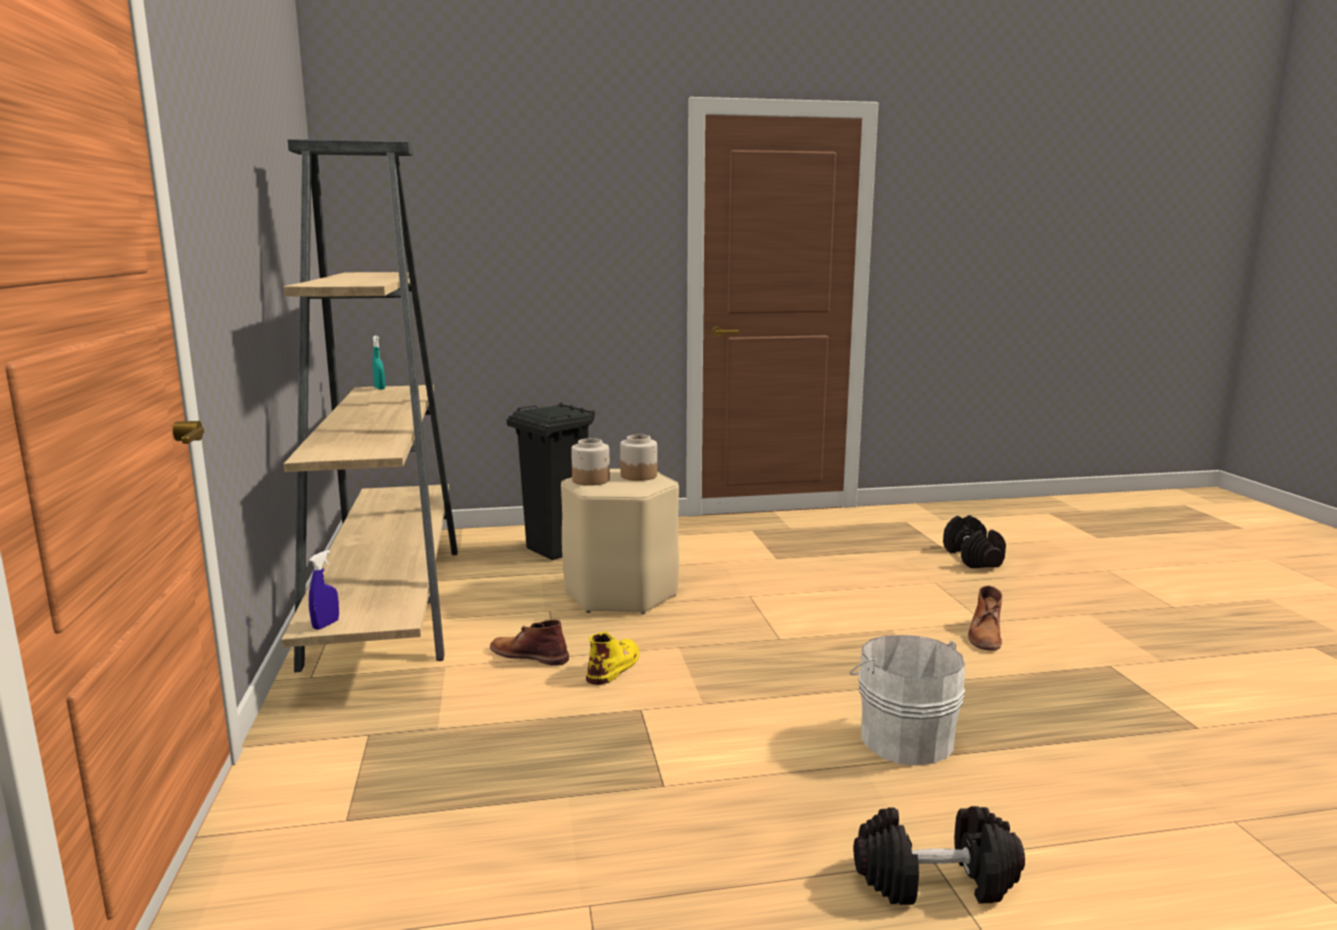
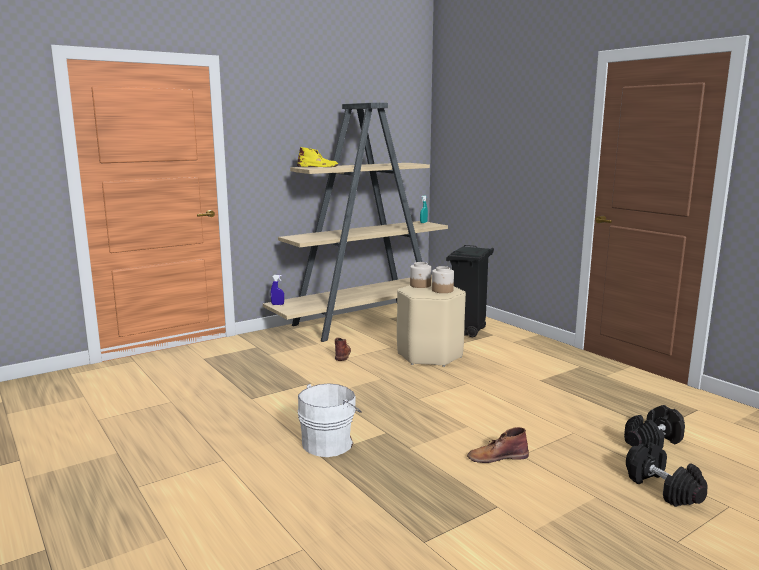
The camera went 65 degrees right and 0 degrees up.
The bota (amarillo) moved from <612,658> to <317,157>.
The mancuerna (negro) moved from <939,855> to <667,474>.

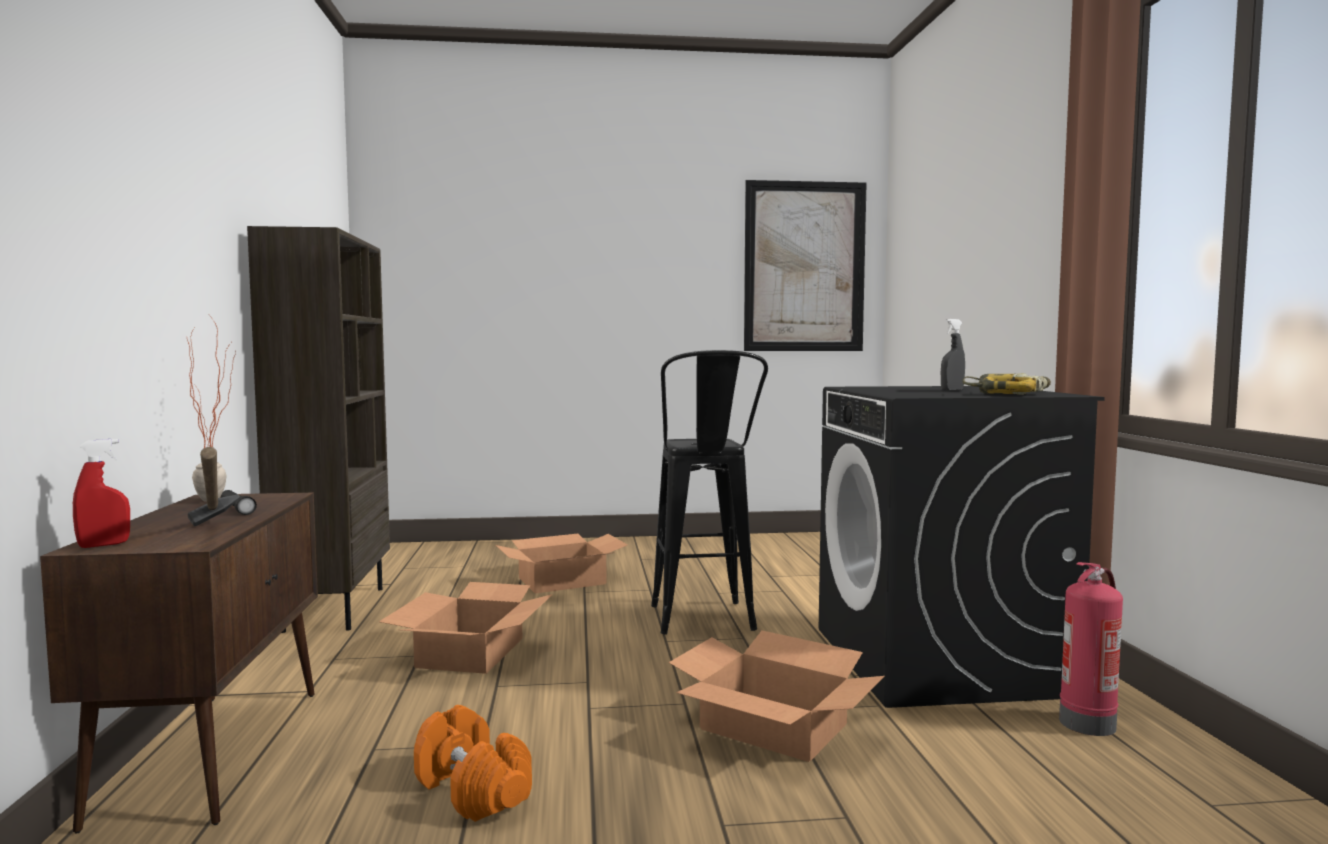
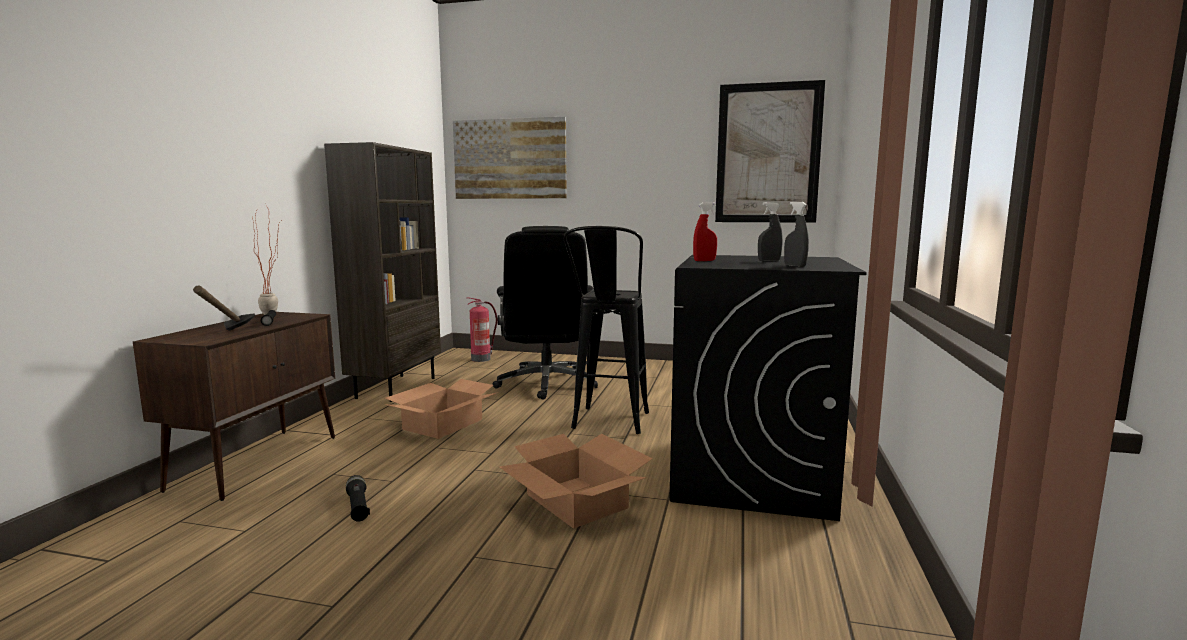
The camera went 20 degrees right and 5 degrees up.
The taladro at <1006,384> was replaced by the pulverizador (gris) at <796,234>.
The pulverizador (rojo) moved from <101,493> to <705,231>.
The caja de cartón at <561,564> was replaced by the silla de oficina (negro) at <545,313>.
The extintor moved from <1091,649> to <482,329>.
The mancuerna (naranja) at <473,763> was replaced by the linterna (negro) at <358,498>.
The cuadro at <510,158> appeared.

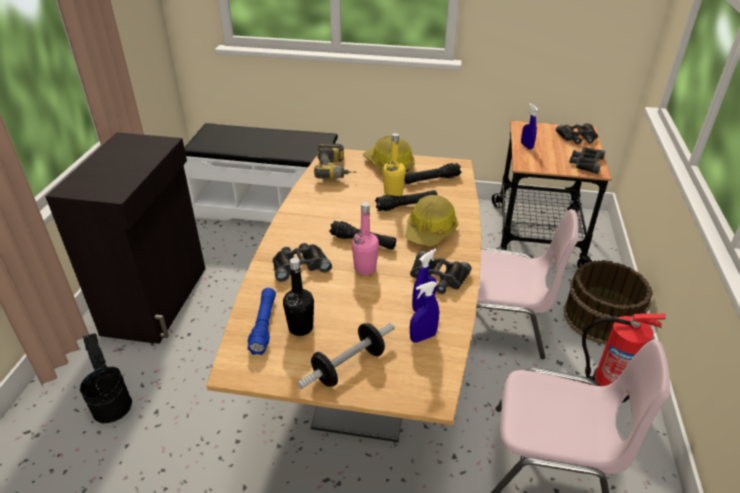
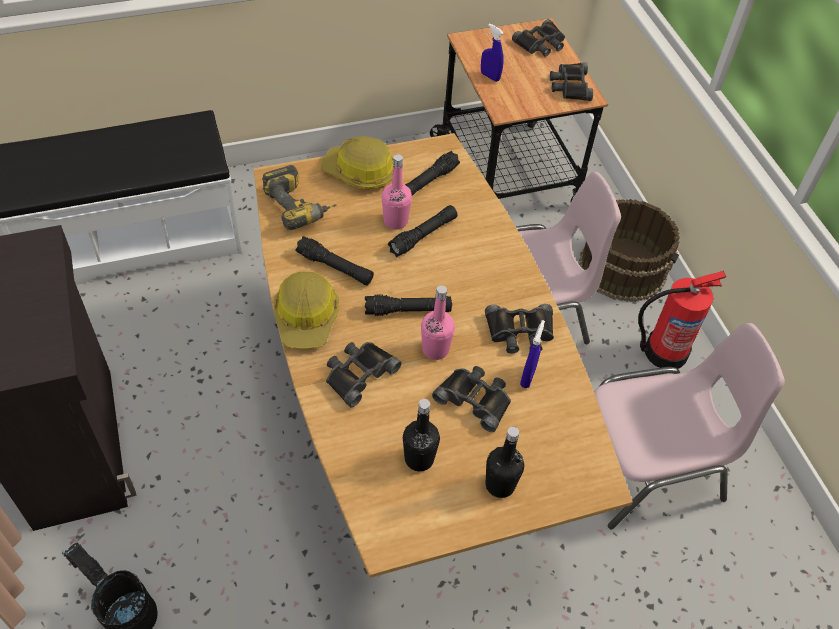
The camera went 30 degrees left and 15 degrees up.
The botella (amarillo) at <394,164> became the botella (rosa) at <397,191>.
The casco moved from <431,220> to <306,310>.
The pulverizador (azul) at <424,312> disappeared.
The linterna (azul) at <261,321> disappeared.
The mancuerna at <346,356> was replaced by the botella (negro) at <505,462>.
The linterna (negro) at <334,260> appeared.
The prismáticos (negro) at <471,399> appeared.

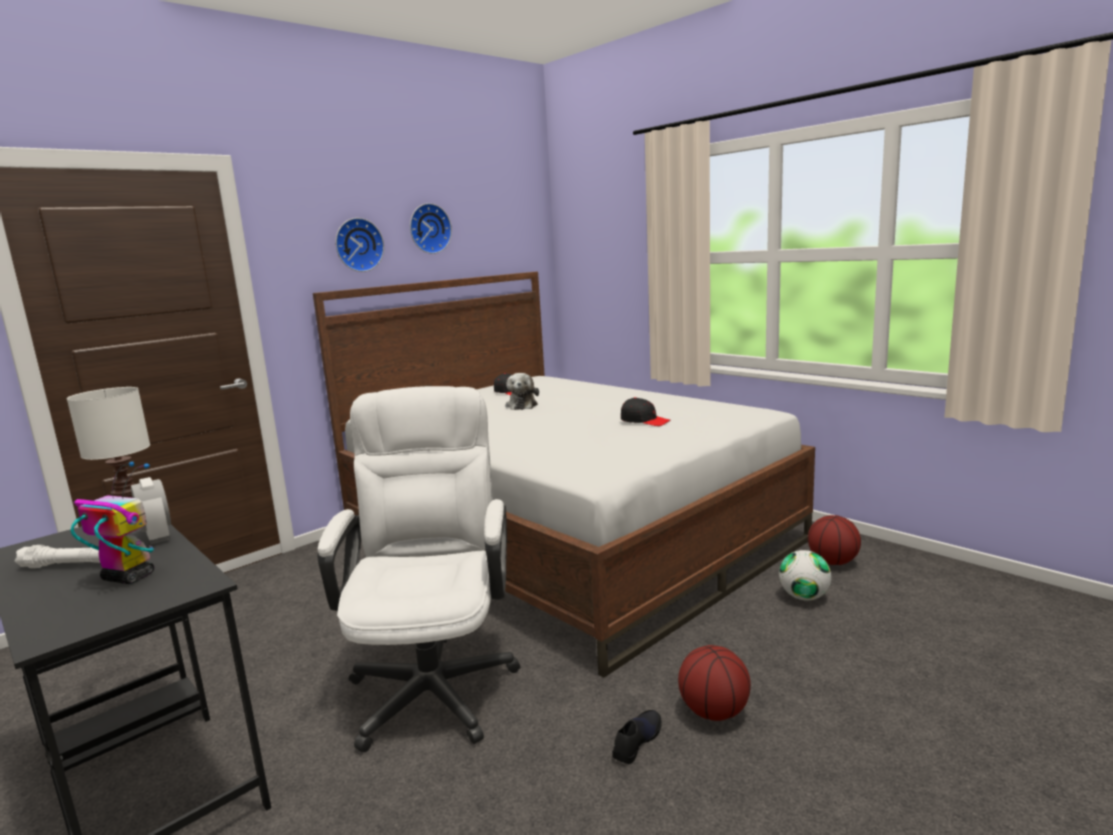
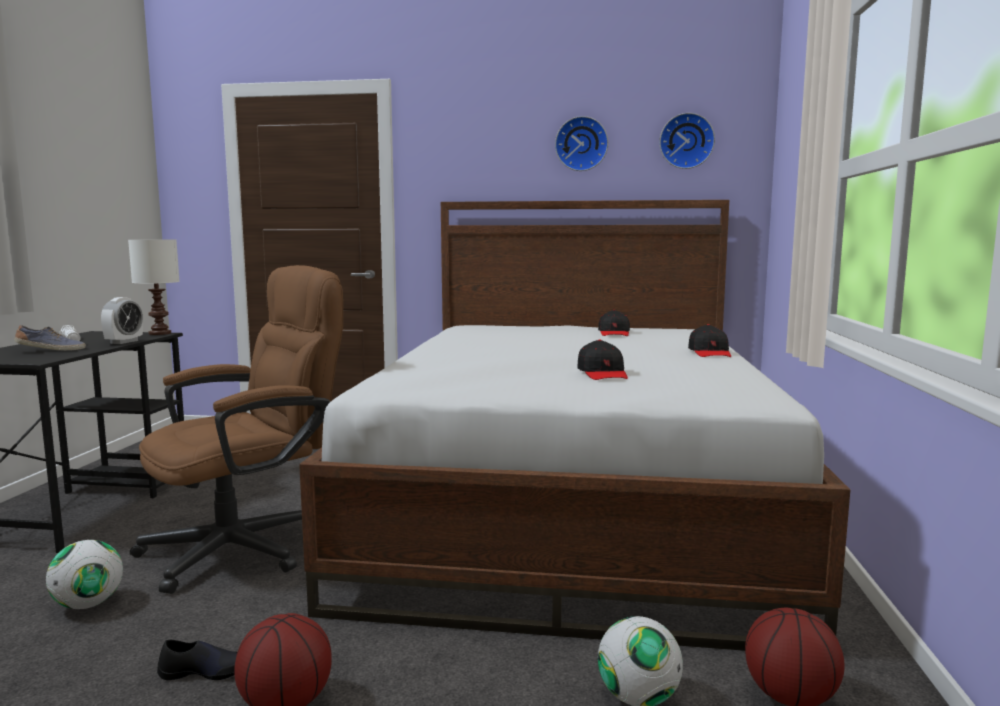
The camera went 50 degrees right and 5 degrees down.
The reloj de pared moved from <359,245> to <687,141>.
The peluche at <522,391> disappeared.
The silla de oficina (blanco) at <419,569> became the silla de oficina (marrón) at <236,429>.
The robot de juguete at <112,523> was replaced by the zapato at <50,338>.
The gorra (negro) at <709,340> appeared.
The balón de fútbol at <84,574> appeared.

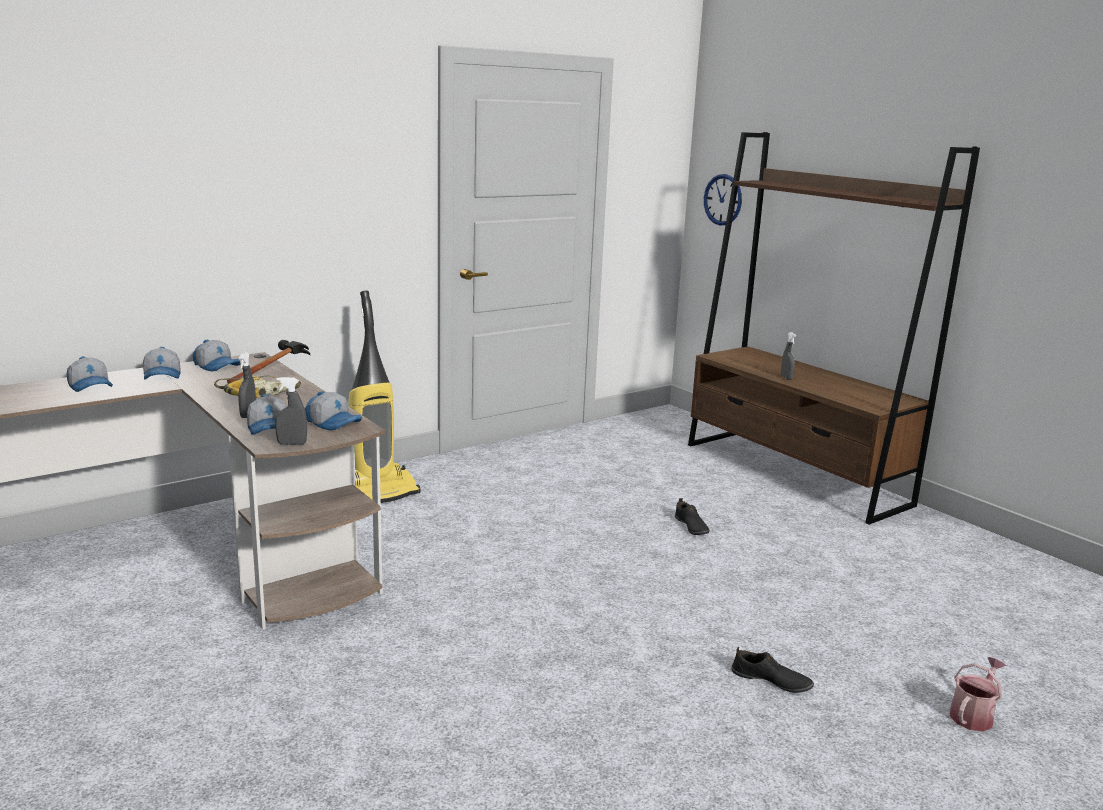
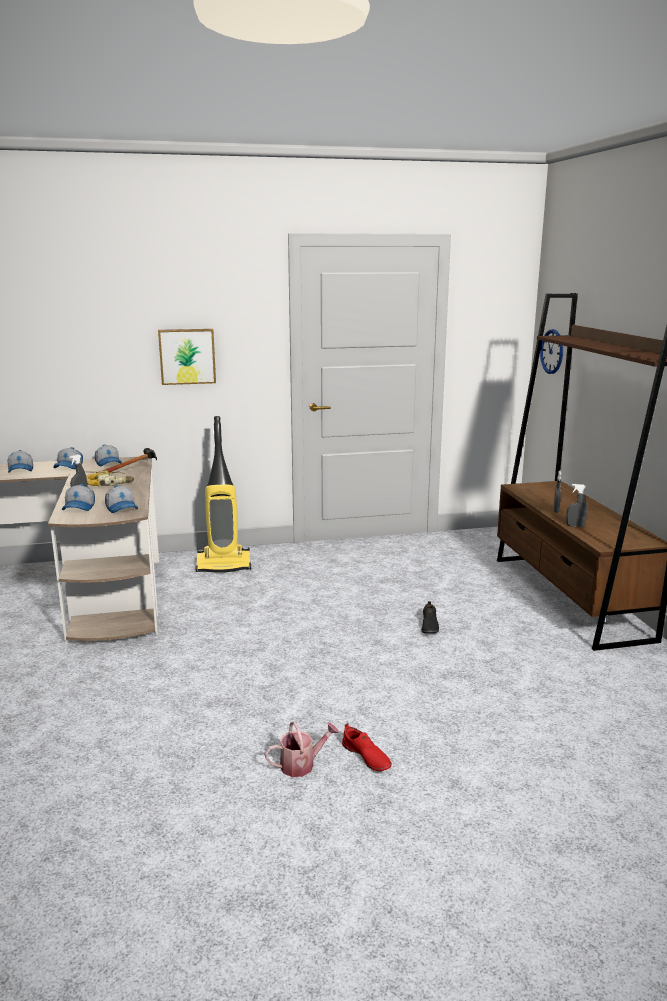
The camera went 25 degrees right and 0 degrees up.
The pulverizador (gris) moved from <291,411> to <576,505>.
The zapato (negro) at <773,670> became the zapato (rojo) at <367,747>.
The regadera moved from <978,694> to <302,749>.
The cuadro at <187,357> appeared.

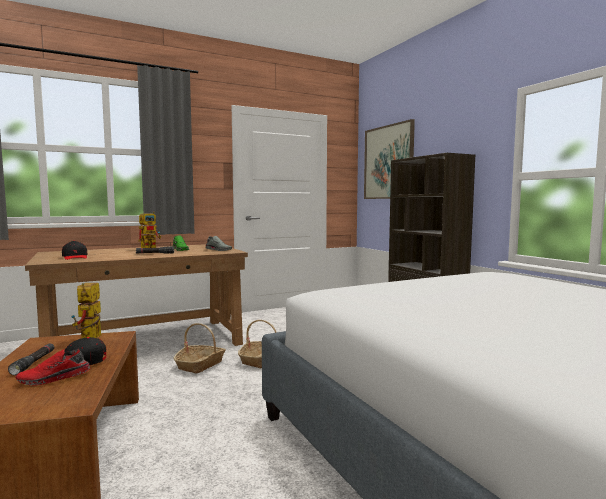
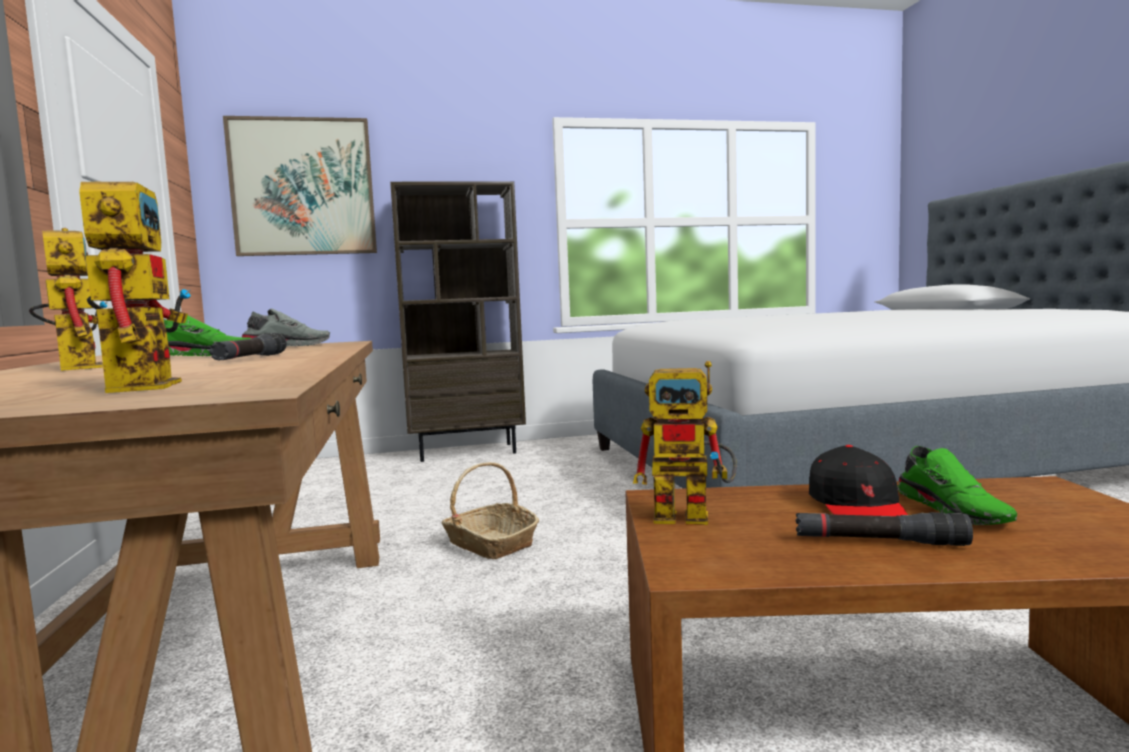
The camera went 75 degrees left and 0 degrees up.
The gorra (negro) at <75,250> was replaced by the robot de juguete at <135,287>.
The cesta at <200,348> disappeared.
The zapato (rojo) at <53,367> became the zapato (verde) at <957,485>.

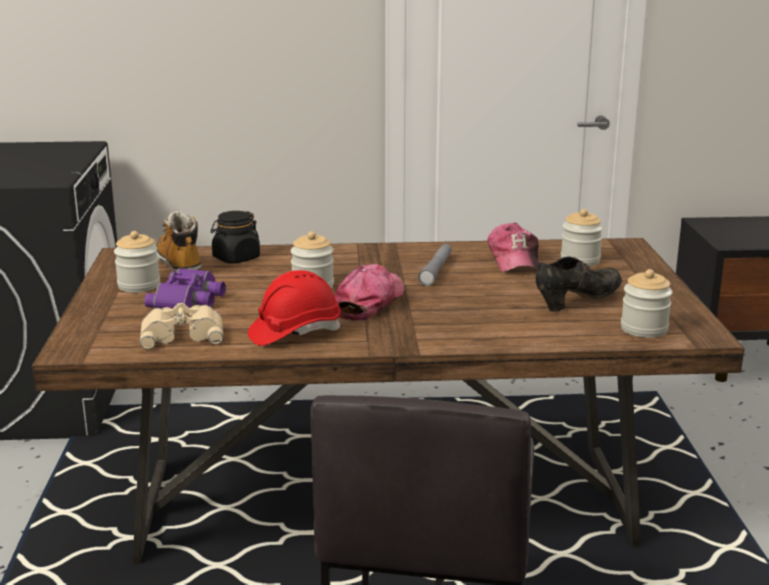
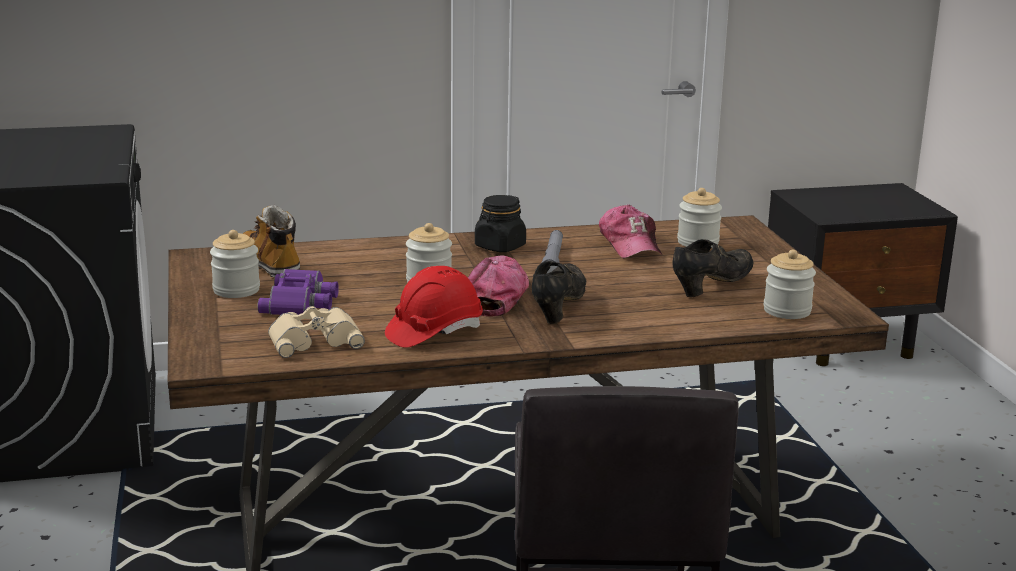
The camera went 10 degrees left and 0 degrees up.
The tarro (negro) moved from <235,237> to <500,223>.
The zapato (negro) at <559,292> appeared.

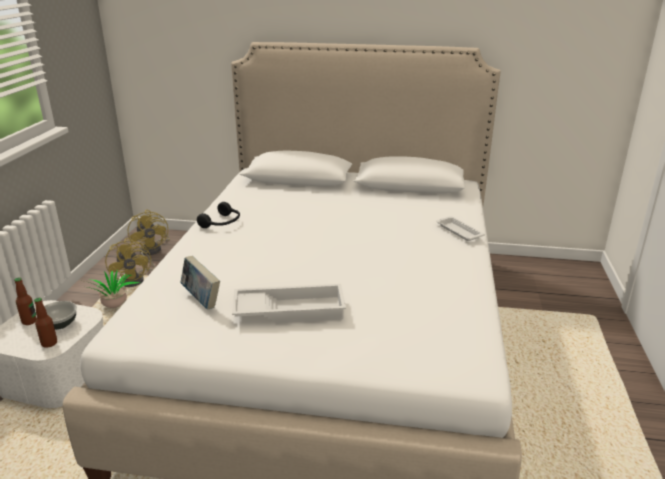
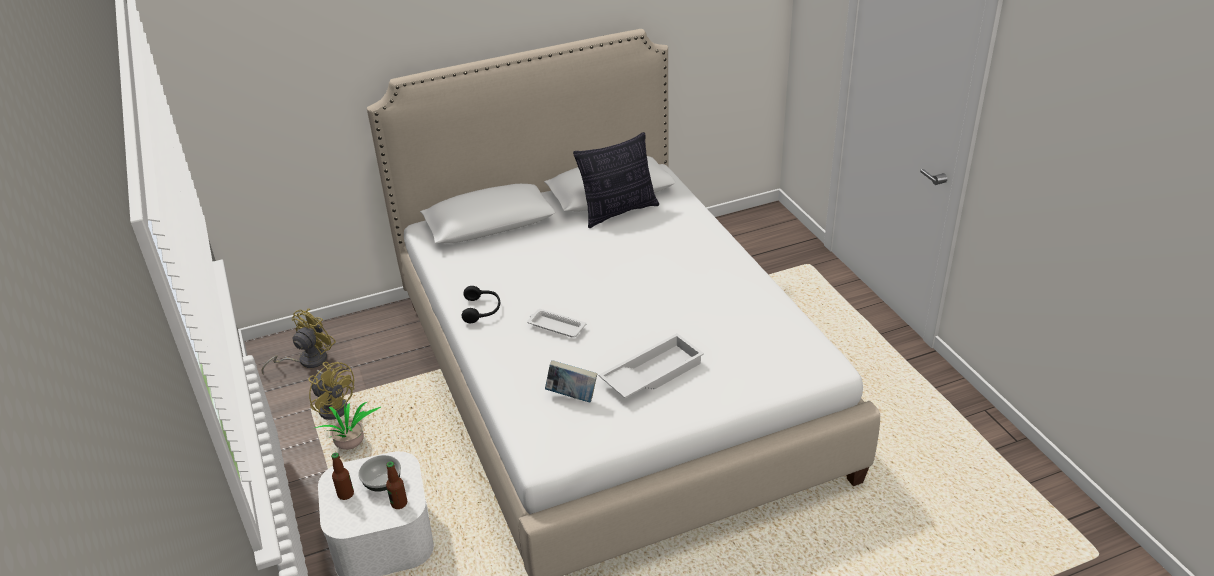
The camera went 30 degrees left and 10 degrees up.
The ventilador (amarillo) at <149,232> turned 90 degrees counterclockwise.
The bandeja (blanco) moved from <460,228> to <556,323>.
The cojín at <616,180> appeared.

